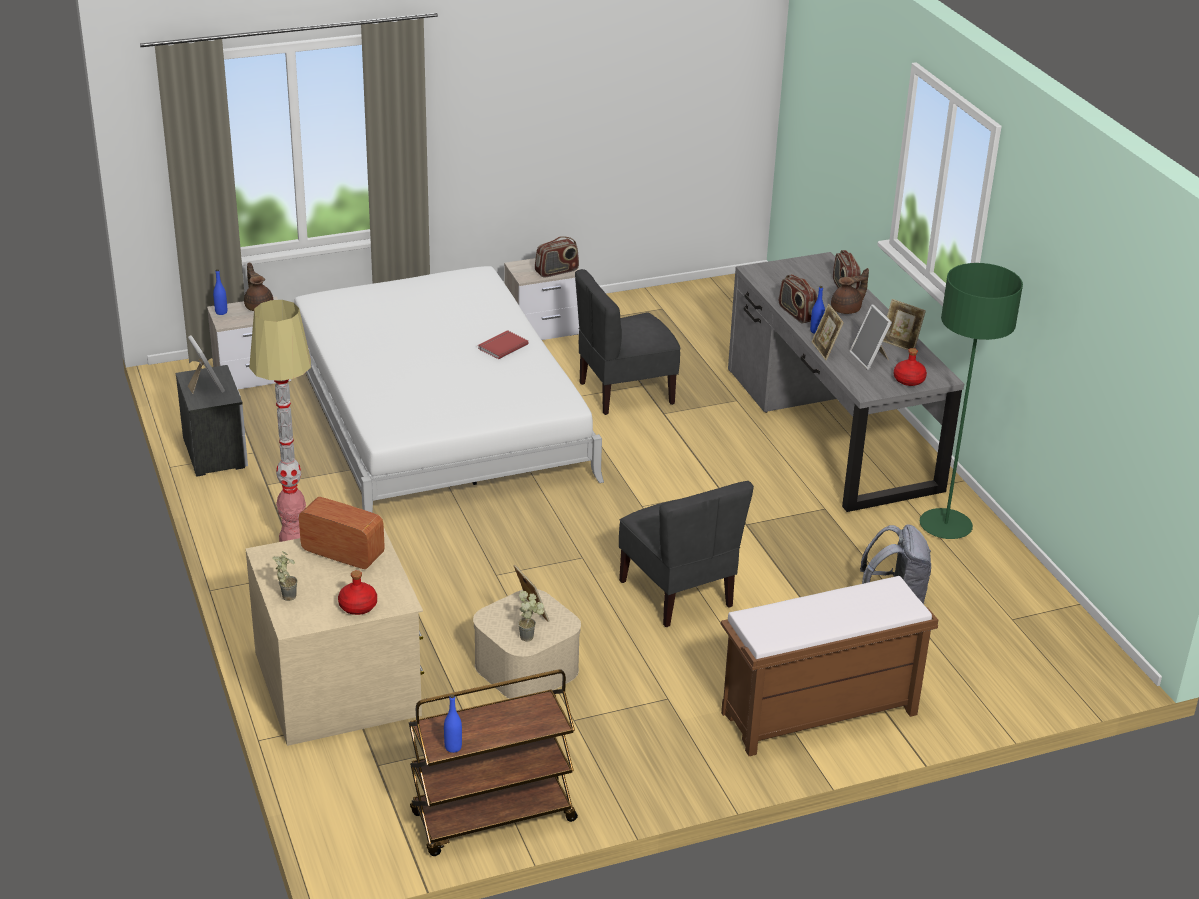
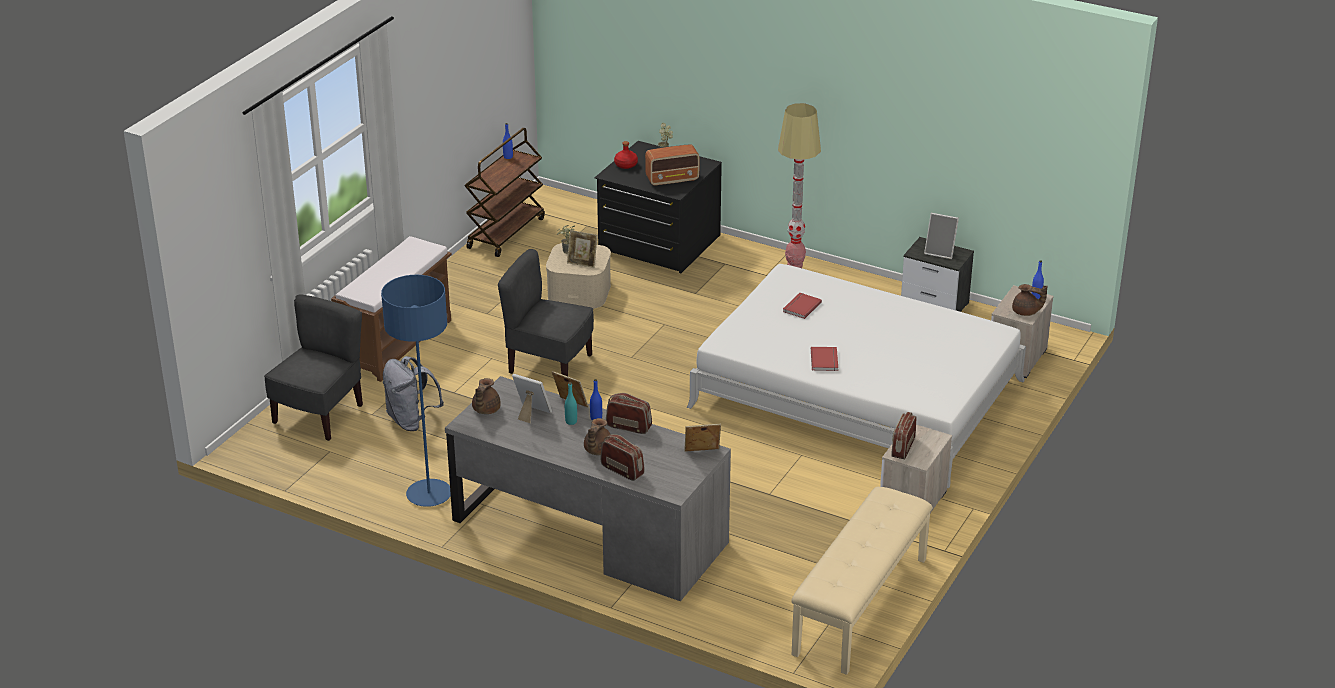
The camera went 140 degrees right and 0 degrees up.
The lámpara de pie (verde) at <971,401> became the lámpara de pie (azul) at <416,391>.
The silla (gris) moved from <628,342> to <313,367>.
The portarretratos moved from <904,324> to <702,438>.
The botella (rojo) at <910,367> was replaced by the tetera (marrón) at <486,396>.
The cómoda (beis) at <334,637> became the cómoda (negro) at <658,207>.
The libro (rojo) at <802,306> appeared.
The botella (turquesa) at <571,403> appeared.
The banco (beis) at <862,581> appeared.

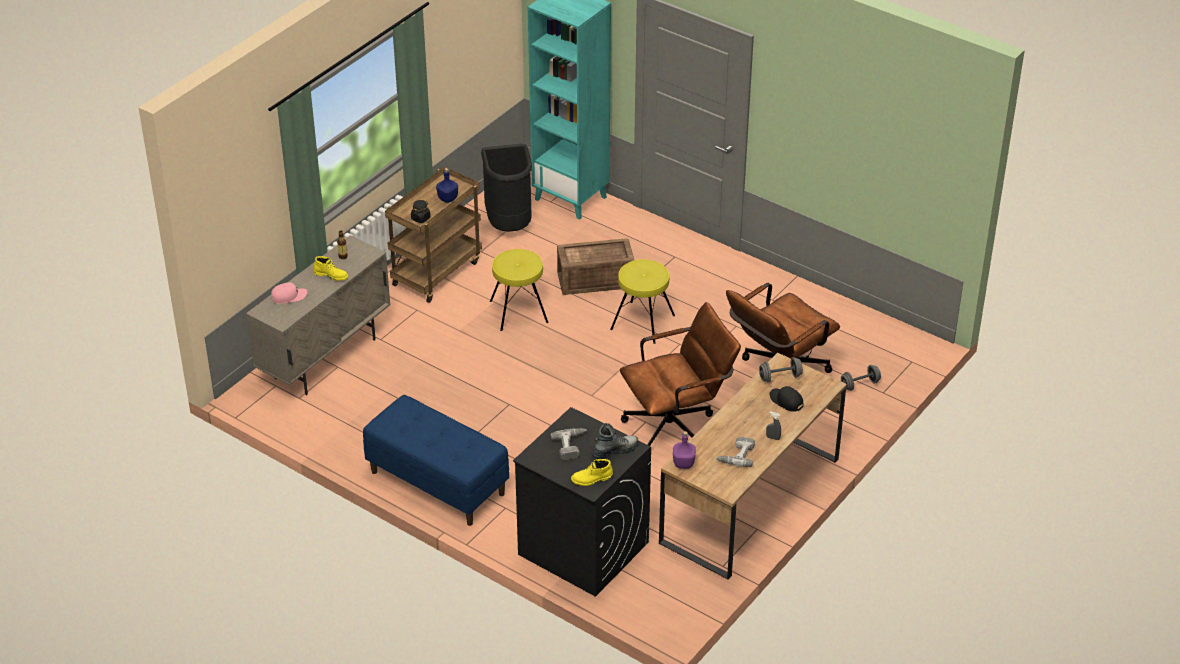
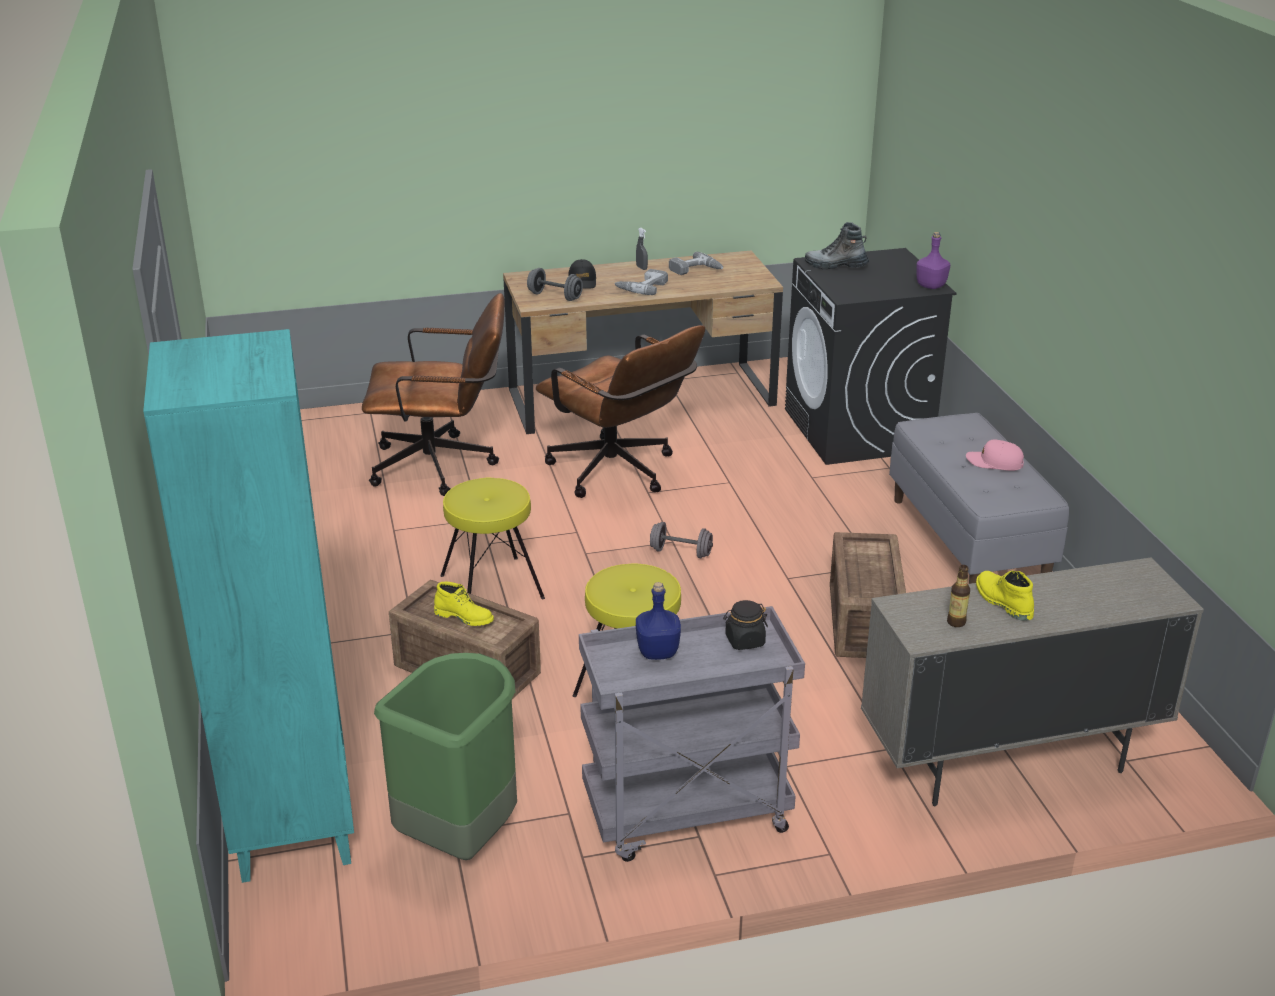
The camera went 140 degrees left and 10 degrees down.
The papelera (negro) at <506,188> became the papelera (verde) at <445,756>.
The carrito (marrón) at <433,235> became the carrito (gris) at <692,734>.
The gorra (rosa) moved from <289,293> to <995,455>.
The silla de oficina (marrón) at <680,374> turned 150 degrees counterclockwise.
The mancuerna (gris) moved from <861,378> to <681,540>.
The banco (azul) at <436,460> became the banco (gris) at <979,498>.
The taladro moved from <568,444> to <641,282>.
The botella (morado) moved from <684,450> to <933,260>.
The bota (amarillo) moved from <592,472> to <464,604>.
The caja de embalaje at <868,595> appeared.

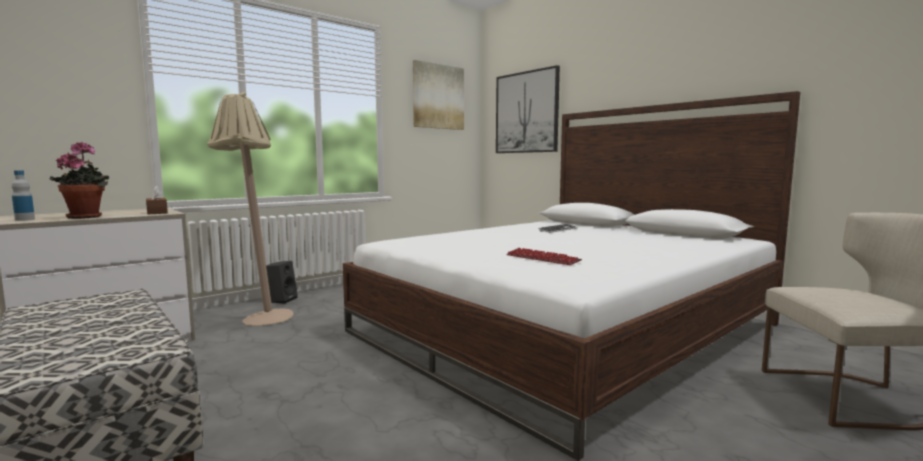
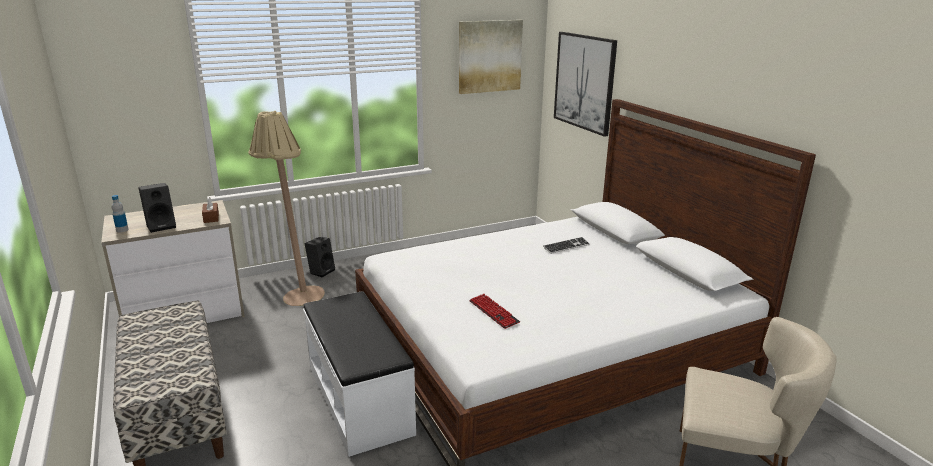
The camera went 15 degrees right and 15 degrees up.
The planta en maceta at <79,180> was replaced by the altavoz (negro) at <157,208>.
The banco (blanco) at <359,374> appeared.

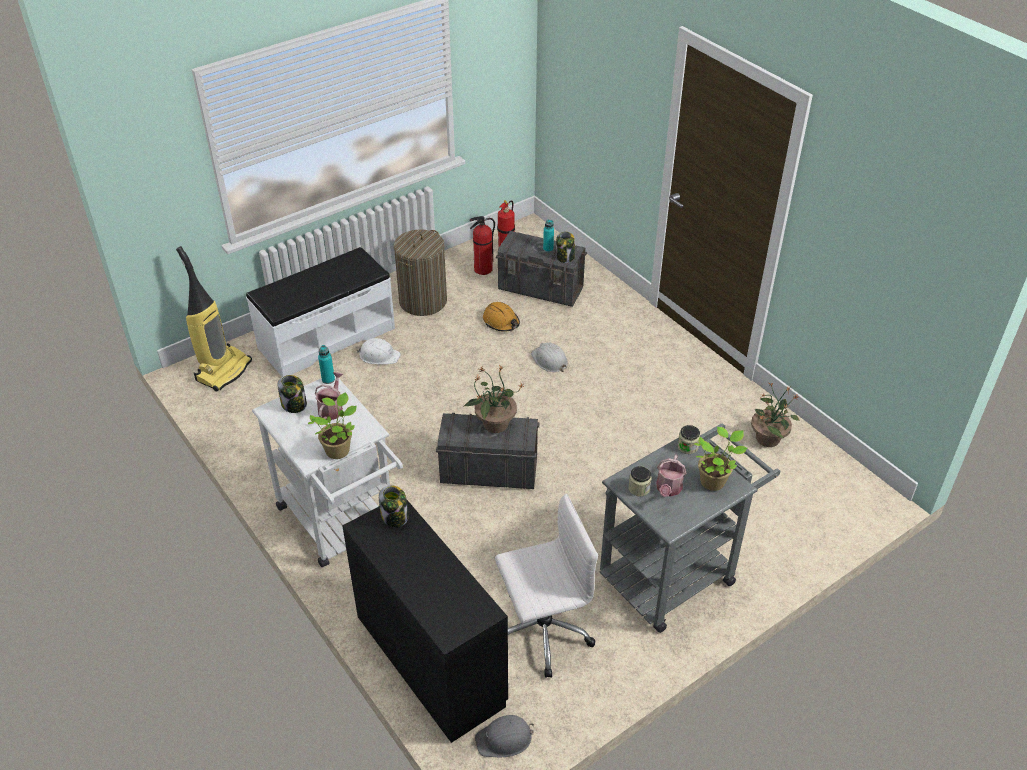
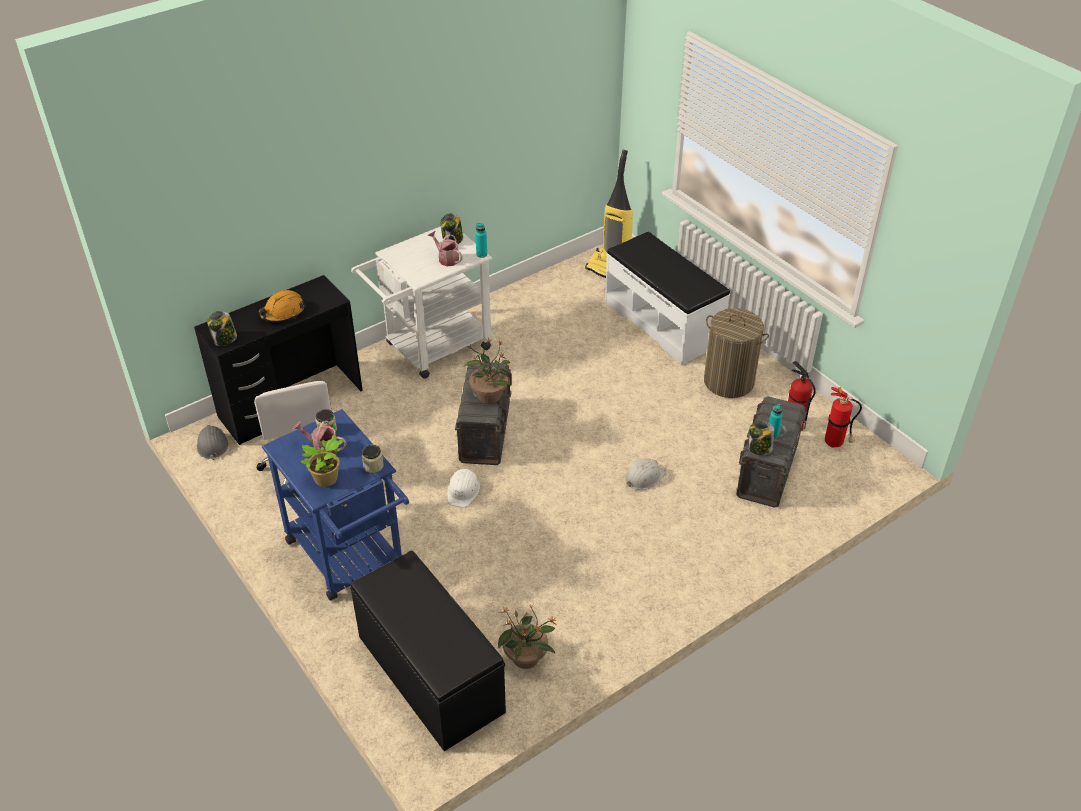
The camera went 90 degrees right and 0 degrees up.
The casco (naranja) moved from <501,317> to <282,306>.
The casco (blanco) moved from <379,351> to <463,488>.
The regadera at <329,396> turned 150 degrees counterclockwise.
The planta en maceta at <332,425> disappeared.
The carrito (gris) at <690,528> became the carrito (azul) at <335,505>.
The tarro moved from <394,506> to <222,328>.
The banco (negro) at <428,651> appeared.

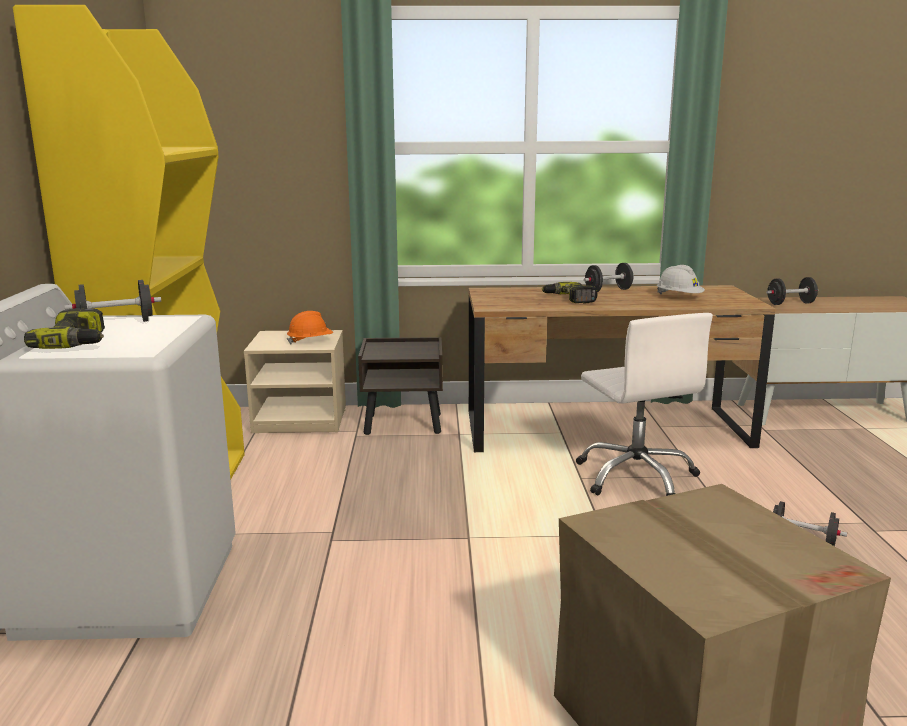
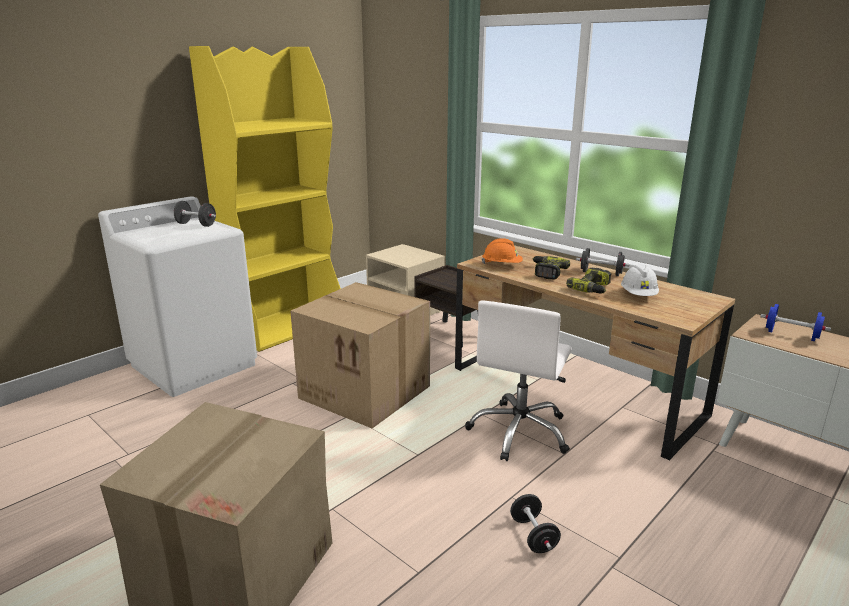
The camera went 45 degrees right and 5 degrees up.
The mancuerna (negro) at <792,291> became the mancuerna (azul) at <795,322>.
The taladro moved from <64,328> to <588,280>.
The casco (naranja) moved from <310,328> to <502,251>.
The caja de cartón at <360,355> appeared.

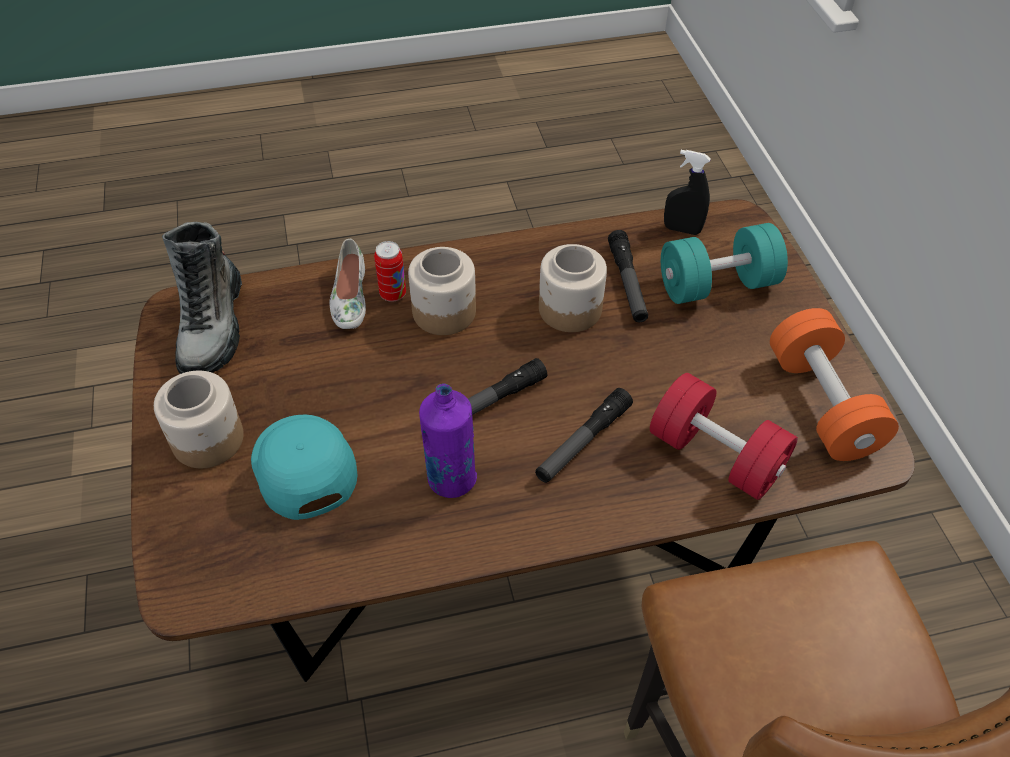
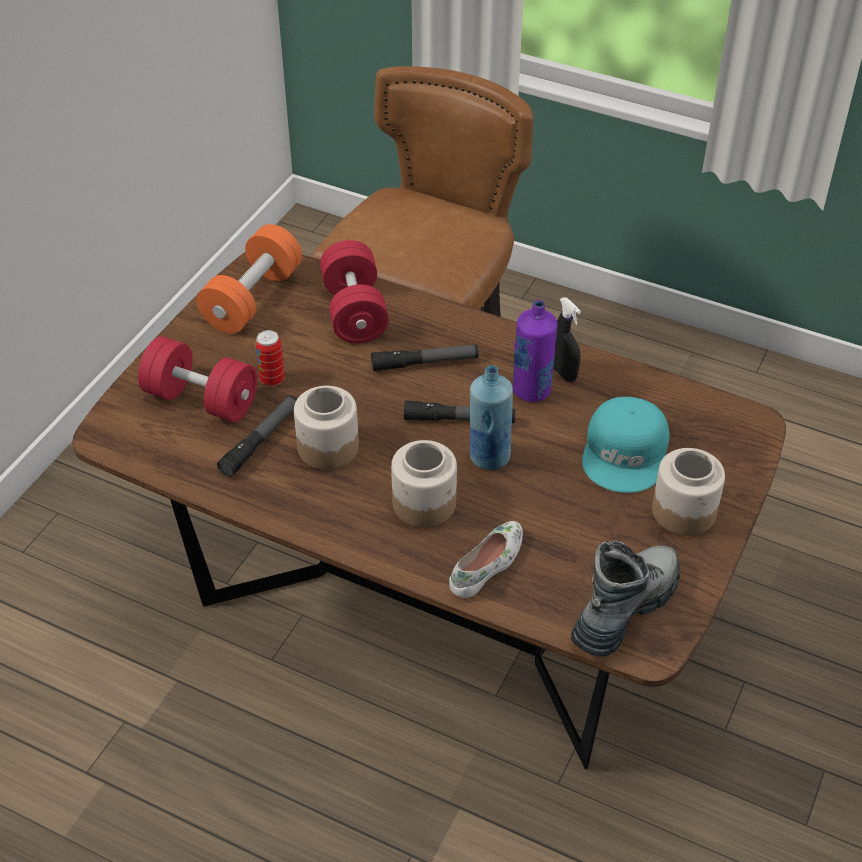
The camera went 140 degrees left and 5 degrees down.
The pulverizador (negro) moved from <687,192> to <567,339>.
The mancuerna (turquesa) at <724,263> became the mancuerna (rojo) at <197,379>.
The lata moved from <390,271> to <270,358>.
The botella (azul) at <491,417> appeared.

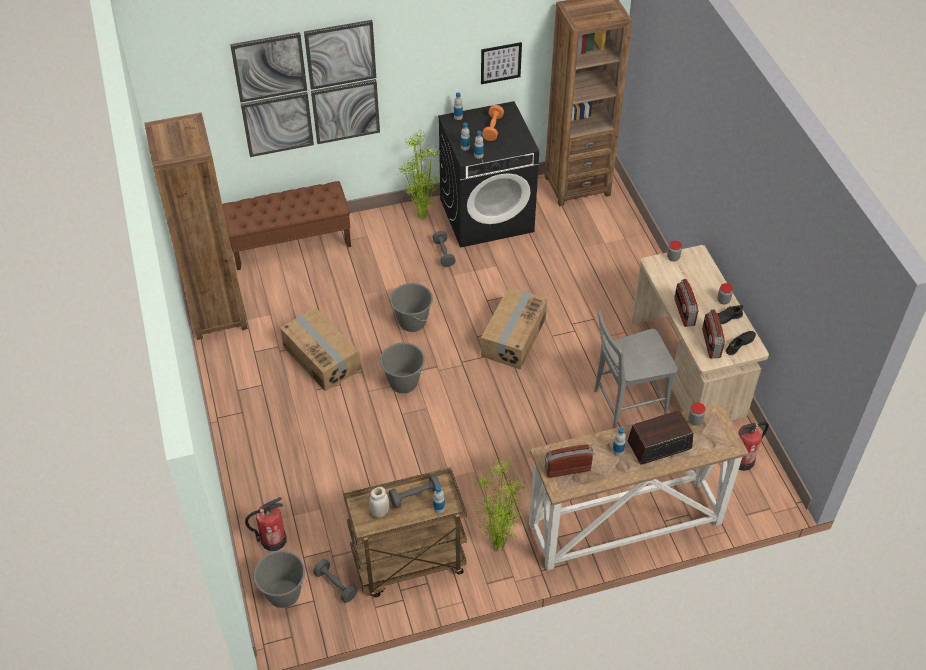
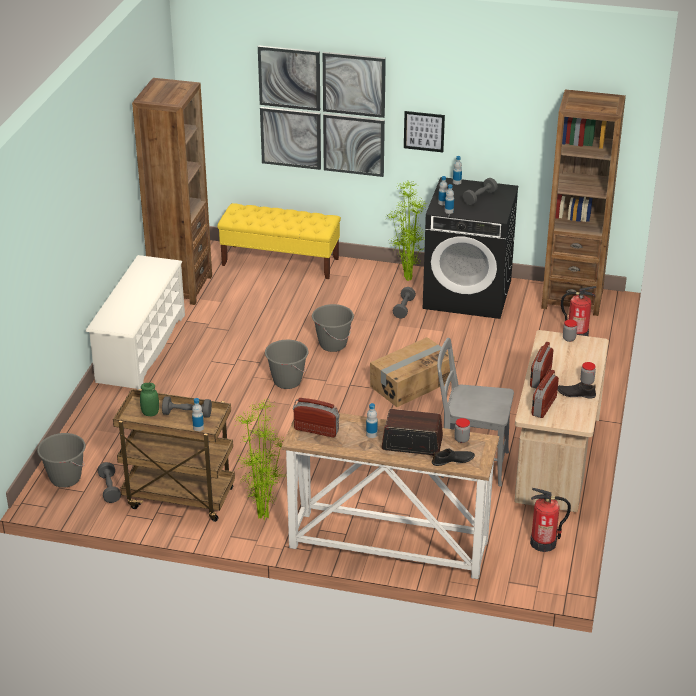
The camera went 30 degrees right and 15 degrees down.
The cuadro moved from <501,63> to <424,131>.
The mancuerna (naranja) at <493,123> became the mancuerna (gris) at <480,191>.
The banco (marrón) at <286,225> became the banco (amarillo) at <279,241>.
The caja de cartón at <320,349> disappeared.
The zapato (negro) moved from <741,343> to <453,457>.
The tarro (blanco) at <379,502> became the tarro (verde) at <149,399>.
The extintor moved from <265,524> to <578,311>.
The zapatero (blanco) at <135,322> appeared.

